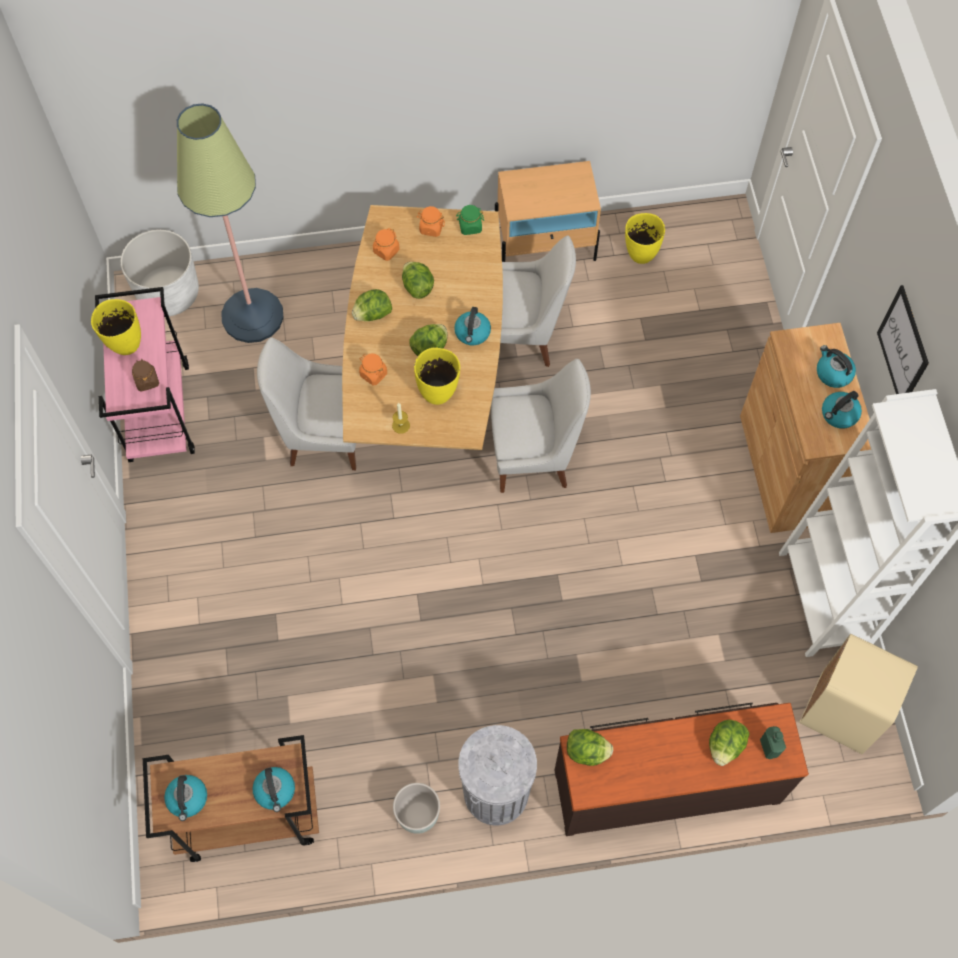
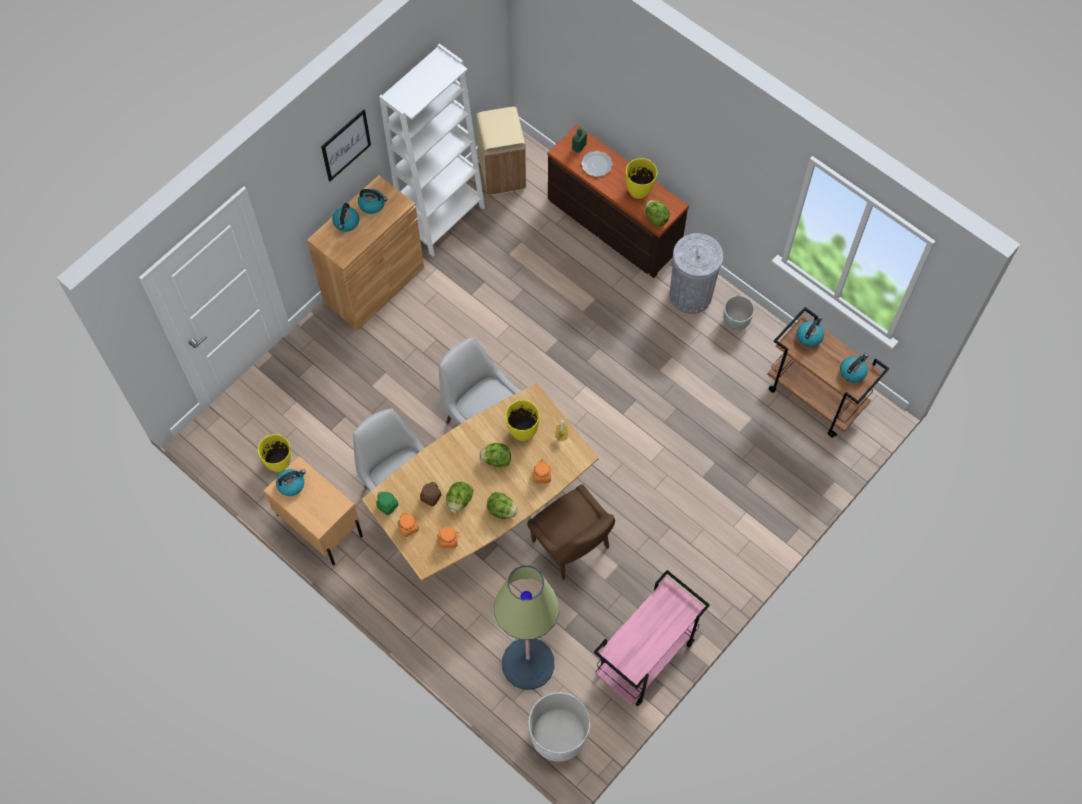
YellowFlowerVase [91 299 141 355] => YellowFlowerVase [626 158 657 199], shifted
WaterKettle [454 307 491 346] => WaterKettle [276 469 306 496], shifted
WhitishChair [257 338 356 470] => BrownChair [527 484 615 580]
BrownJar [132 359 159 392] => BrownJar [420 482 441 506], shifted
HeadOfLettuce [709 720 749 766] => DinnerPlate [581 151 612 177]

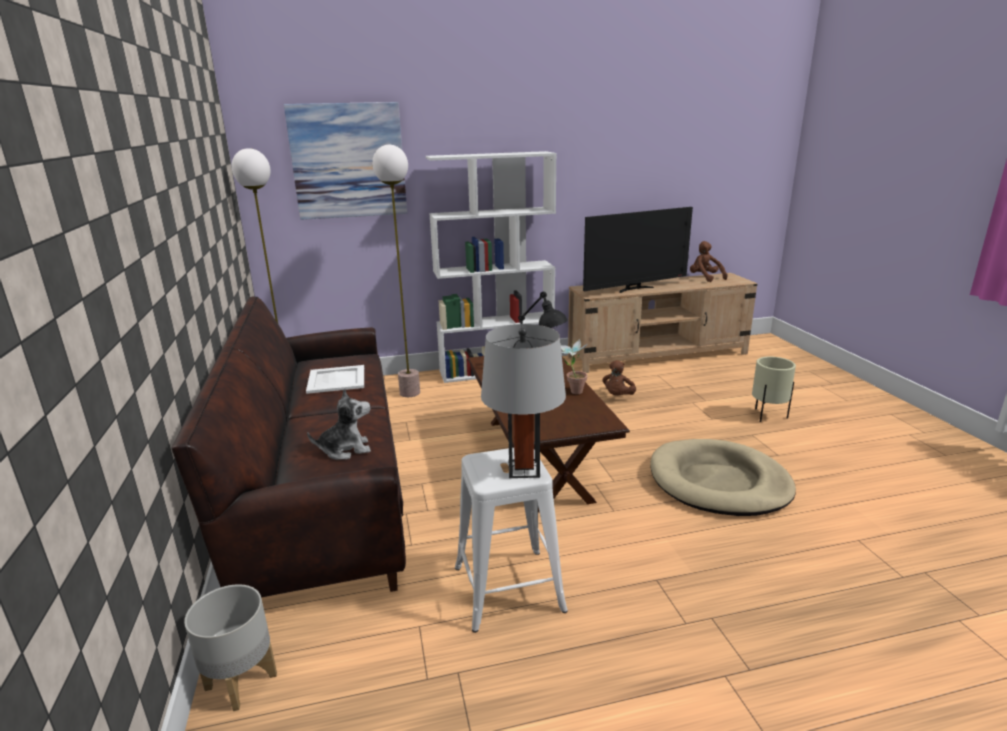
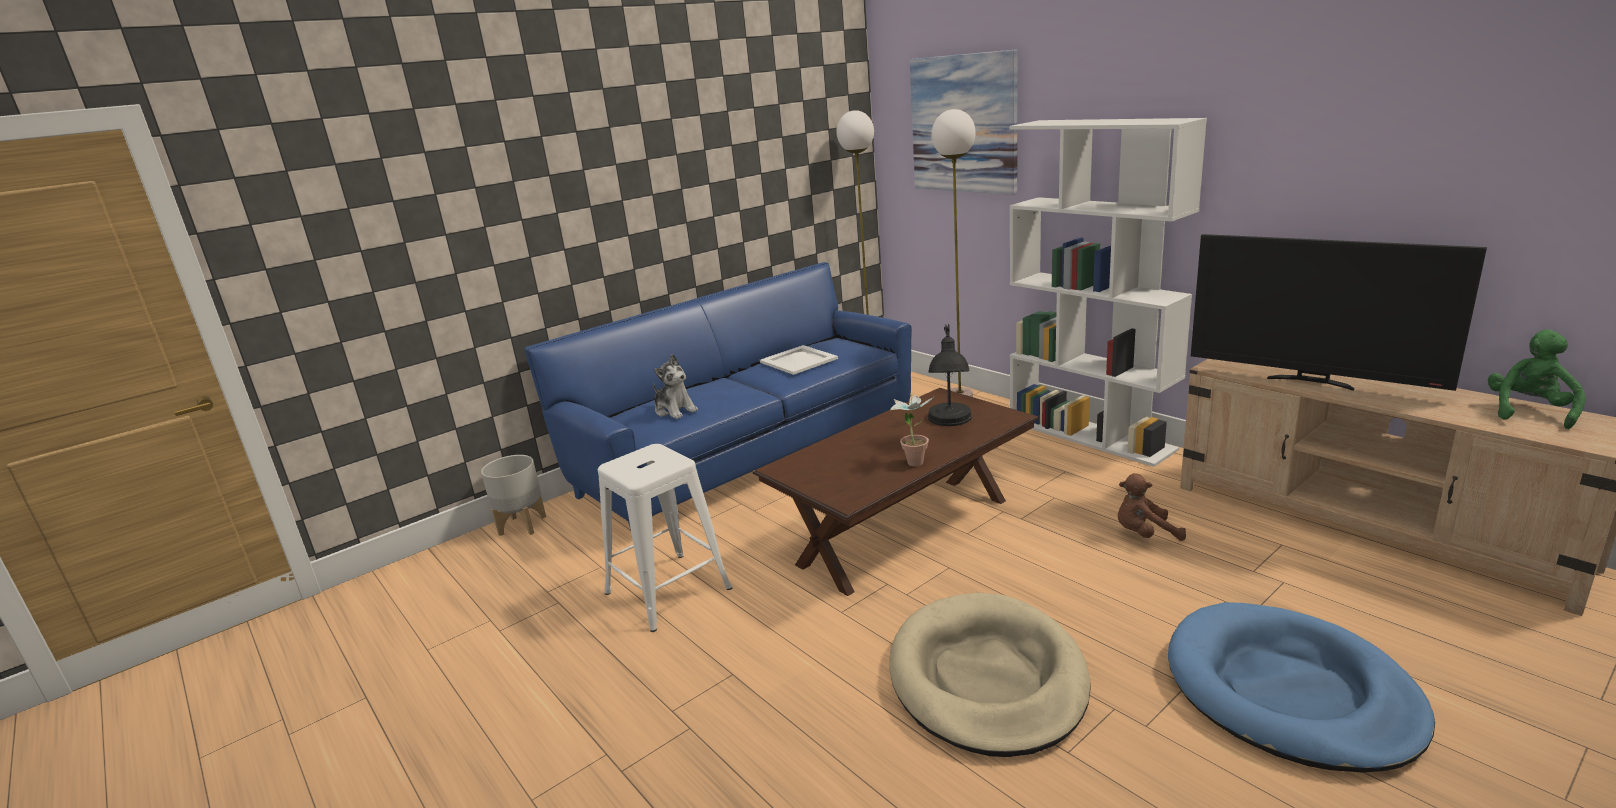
BrownPlushToy [690 241 728 282] => GreenPlushToy [1488 329 1586 429]
BrownCouch [172 296 406 598] => BlueCouch [524 262 912 530]
GreyishTableLamp [481 324 566 478] => nothing
BeigeColouredPlanter [752 356 796 422] => BluePetBed [1168 603 1435 773]

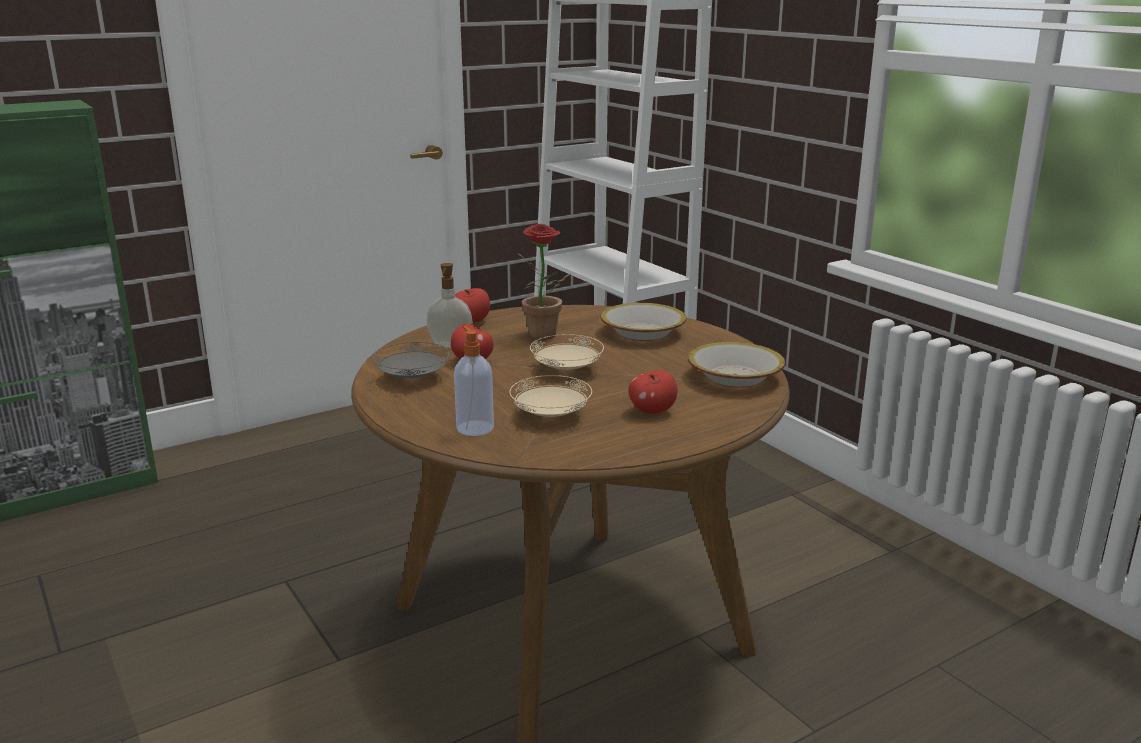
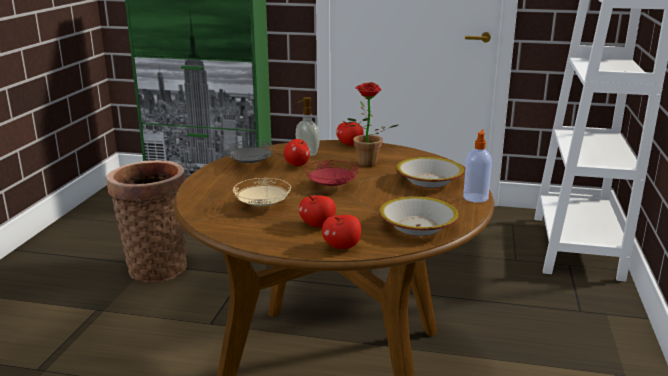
LiquidSoapBottle [454 326 494 436] => LiquidSoapBottle [463 129 492 203], shifted
BeigeColouredDinnerPlate [530 334 604 370] => ReddishDinnerPlate [305 160 359 186]
nothing => HouseholdBasket [107 160 187 283]
nothing => Apple [322 215 361 249]

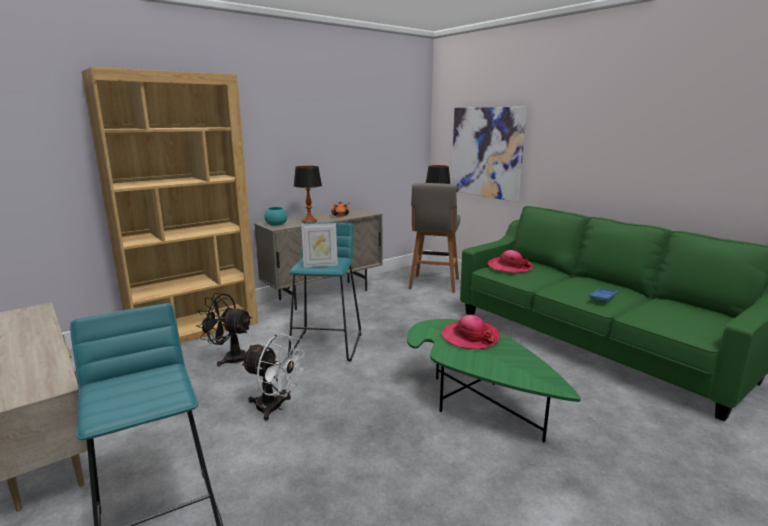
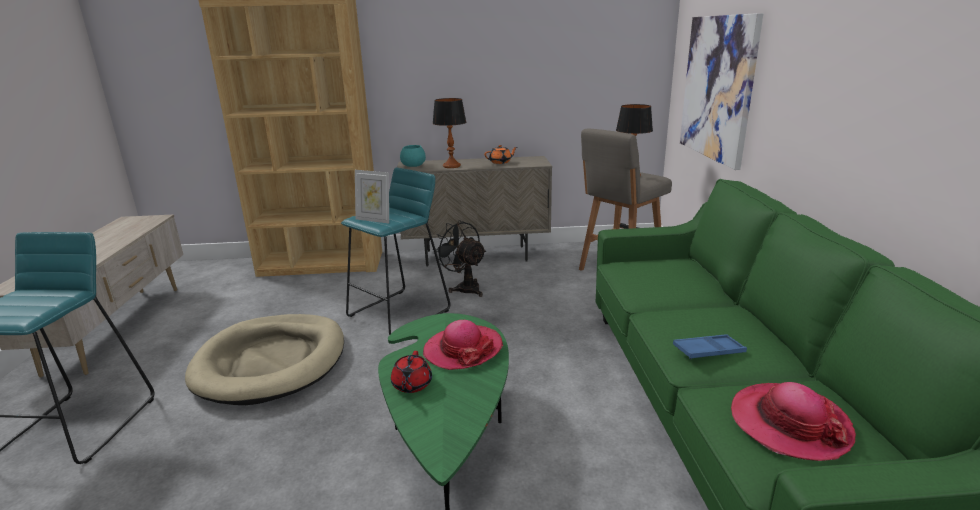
ClothingHat [488 250 533 273] => ClothingHat [731 382 856 461], shifted
BlackFan [196 293 252 366] => BlackFan [435 220 486 297], shifted
WhitishFan [241 333 305 421] => BeigeColouredPetBed [185 314 344 405]
nothing => ReddishTeaPot [391 351 432 393]

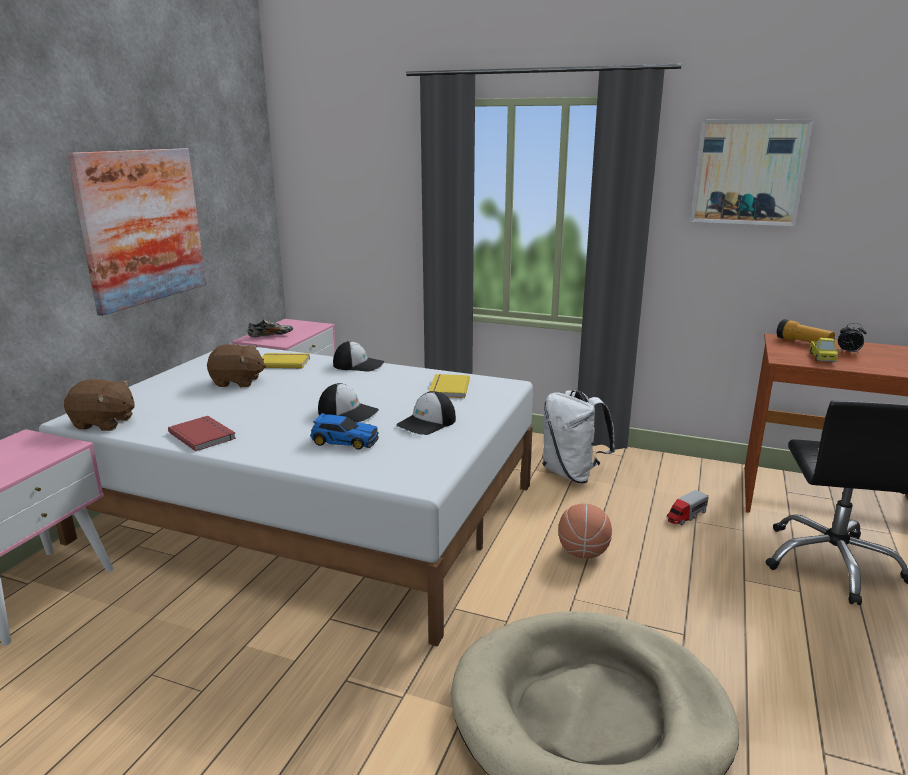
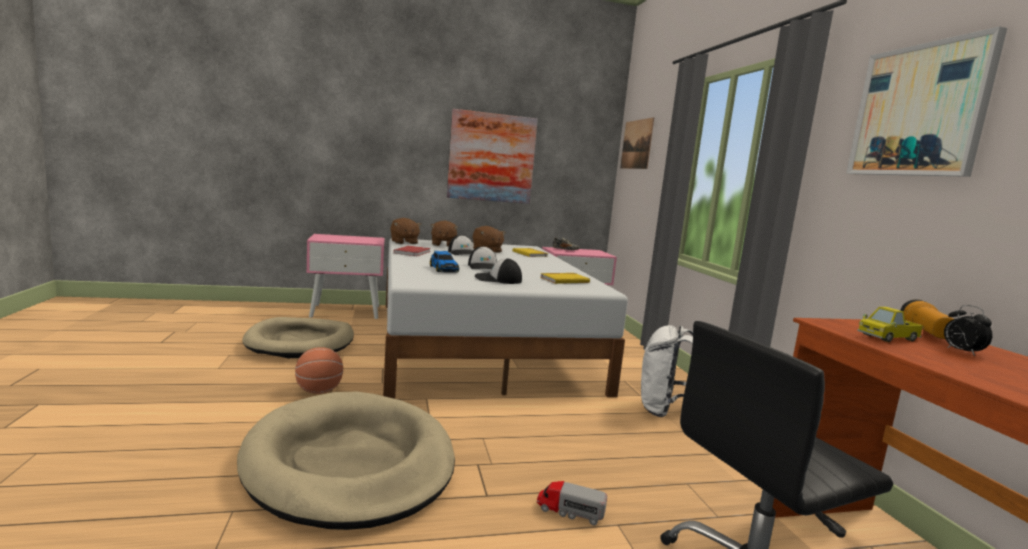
BaseballCap [333 341 384 371] => BaseballCap [448 235 473 255], shifted
ModelTruck [667 490 708 526] => ModelTruck [537 481 607 526], shifted
BasketballBall [558 504 612 559] => BasketballBall [295 347 343 394], shifted
nothing => WallArt [620 117 654 169]
nothing => BrownPlushToy [430 221 459 247]
nothing => BeigeColouredPetBed [243 317 354 358]

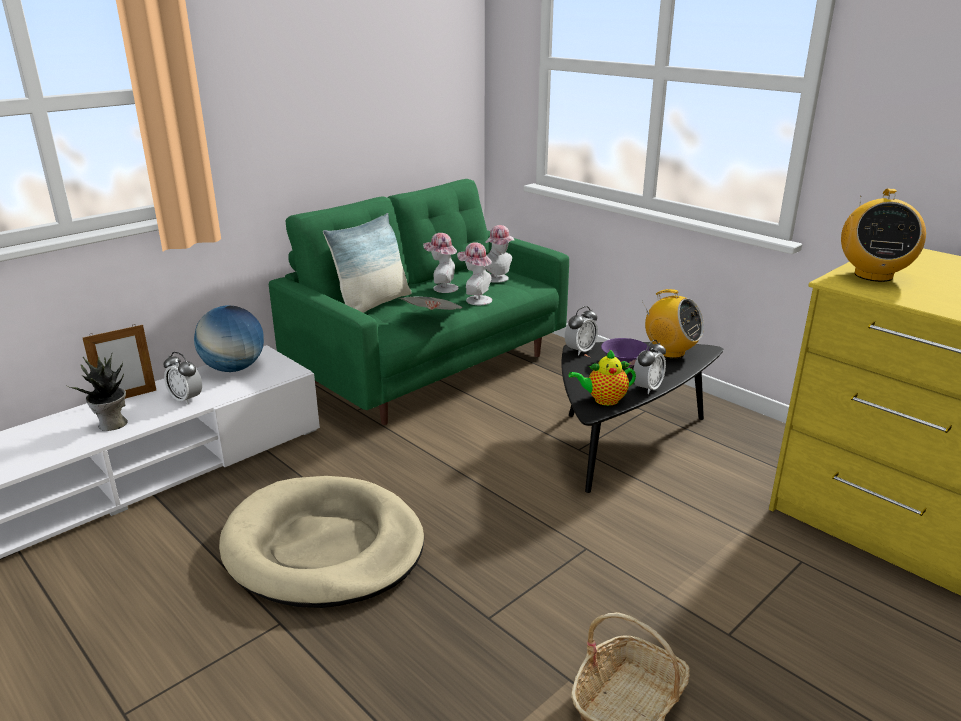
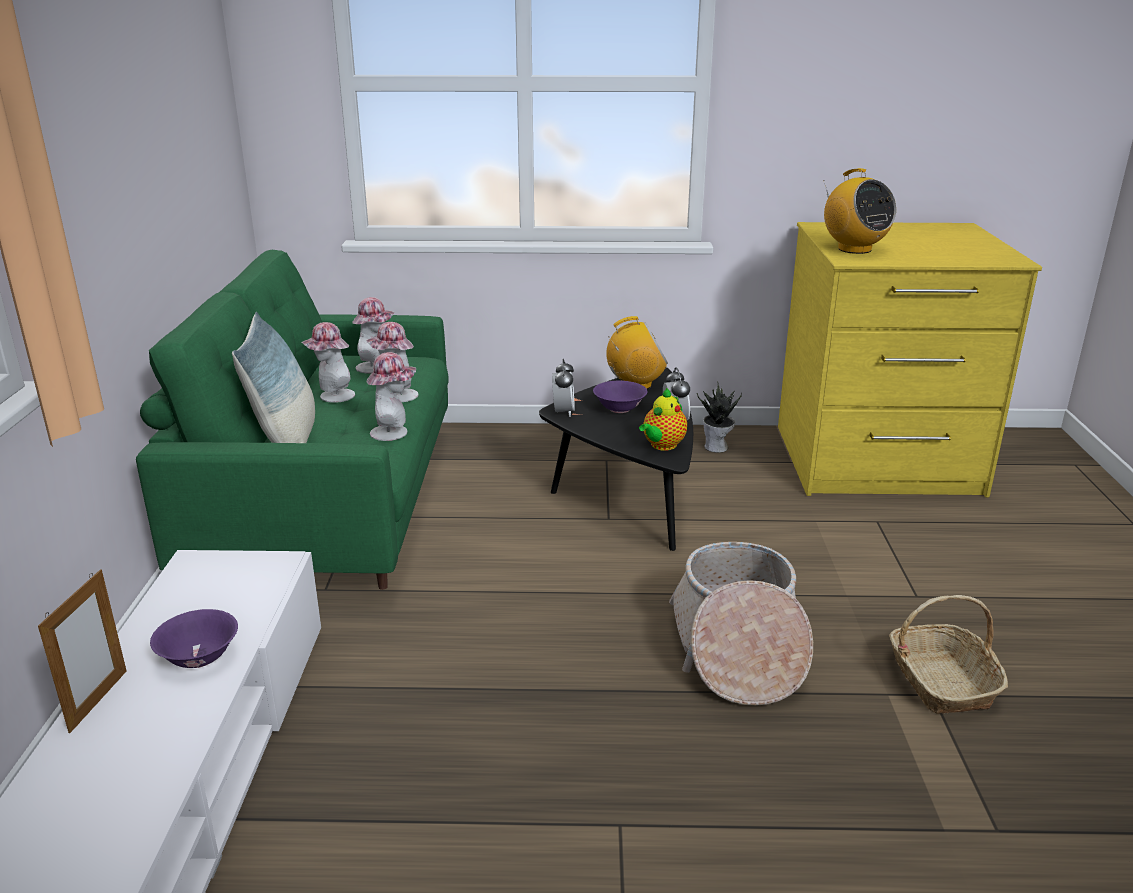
DailyPaper [399 296 463 310] => ClothingHat [367 352 416 441]
Globe [194 306 264 372] => nothing
BedsideClock [163 352 202 405] => PurplishBowl [150 609 238 668]
PottedPlant [67 354 128 431] => PottedPlant [697 381 742 453], shifted
BeigeColouredPetBed [219 476 424 608] => nothing
nothing => HouseholdBasket [669 542 813 706]

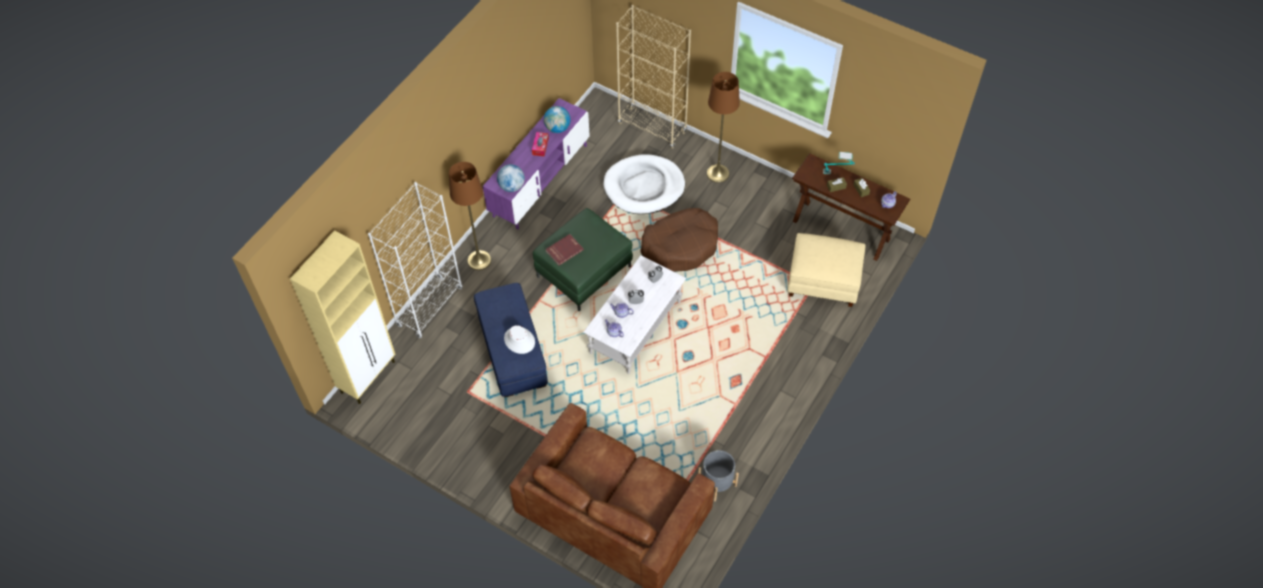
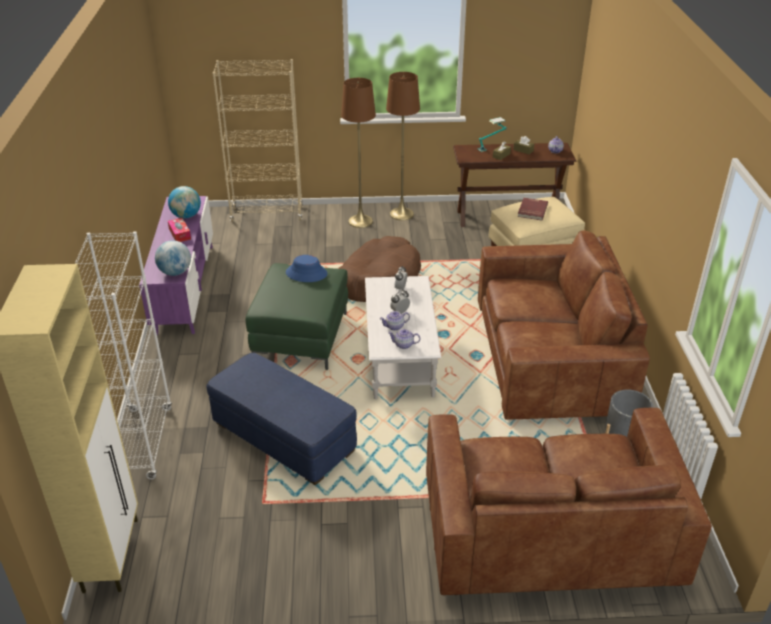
WhitishPetBed [603 155 685 214] => nothing
BrownStandingLamp [449 162 491 270] => BrownStandingLamp [386 72 420 221], shifted
ReddishVolume [545 234 584 266] => ReddishVolume [517 198 548 220], shifted
WhitishClothingHat [504 325 535 354] => nothing
nothing => BrownCouch [478 231 650 420]
nothing => BlueClothingHat [286 255 327 282]

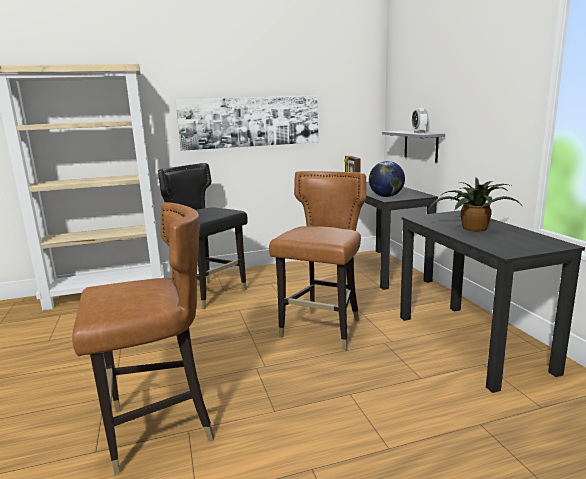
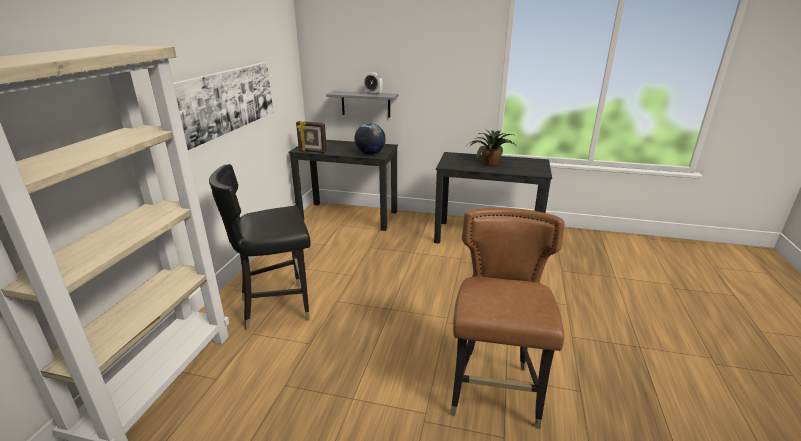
BrownChair [269 171 366 350] => nothing

